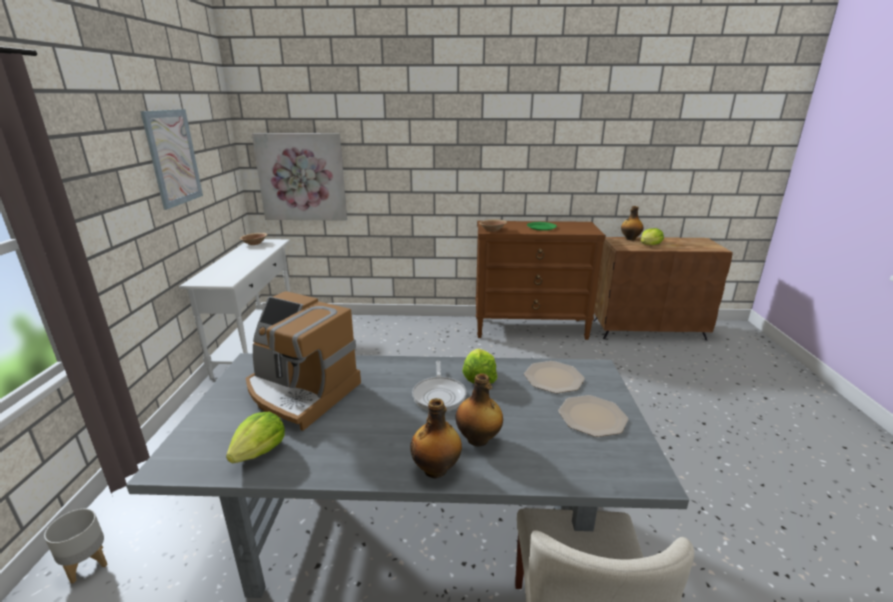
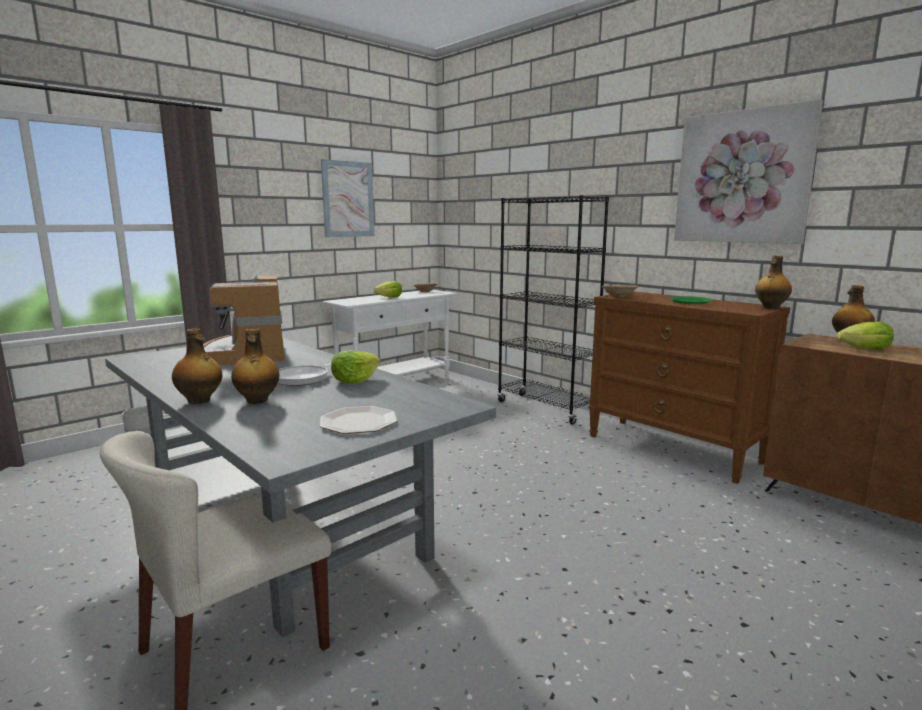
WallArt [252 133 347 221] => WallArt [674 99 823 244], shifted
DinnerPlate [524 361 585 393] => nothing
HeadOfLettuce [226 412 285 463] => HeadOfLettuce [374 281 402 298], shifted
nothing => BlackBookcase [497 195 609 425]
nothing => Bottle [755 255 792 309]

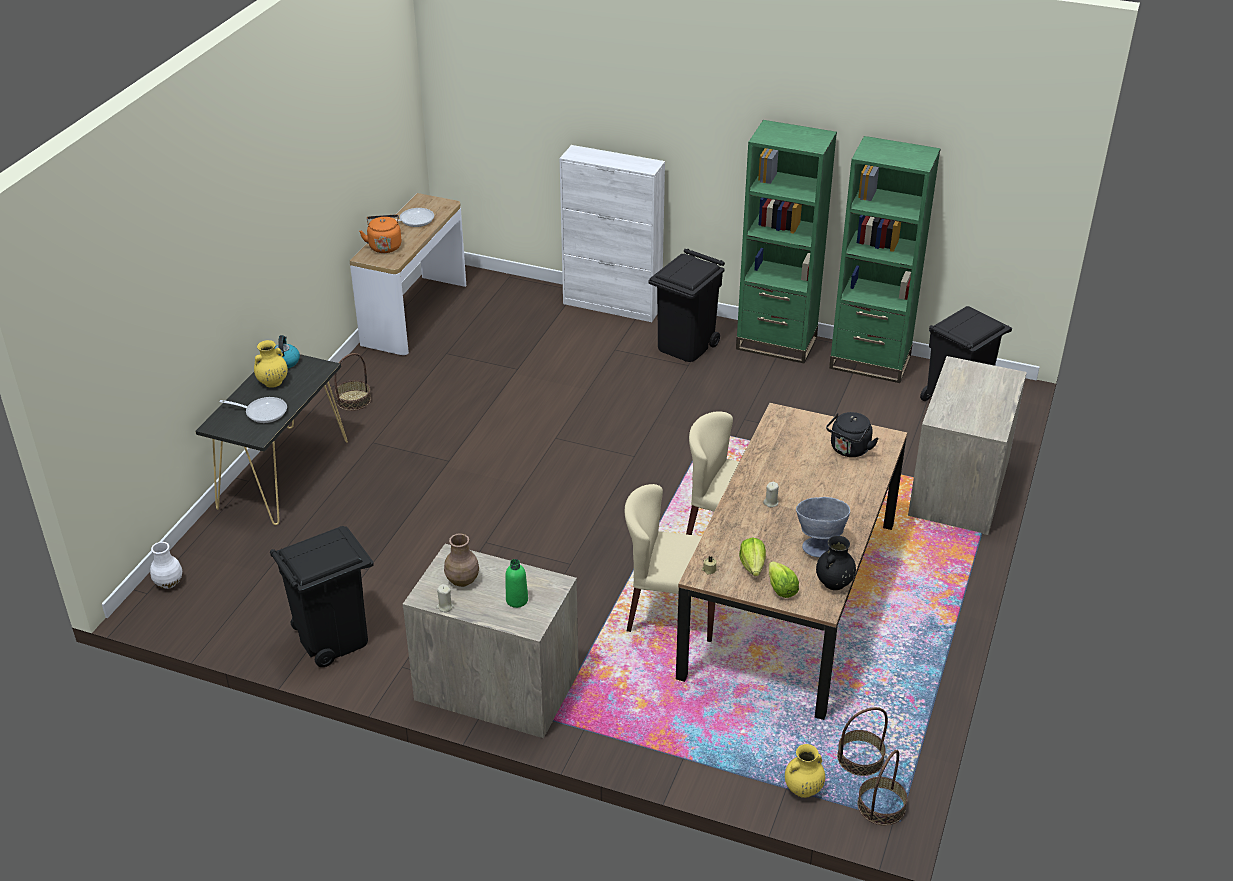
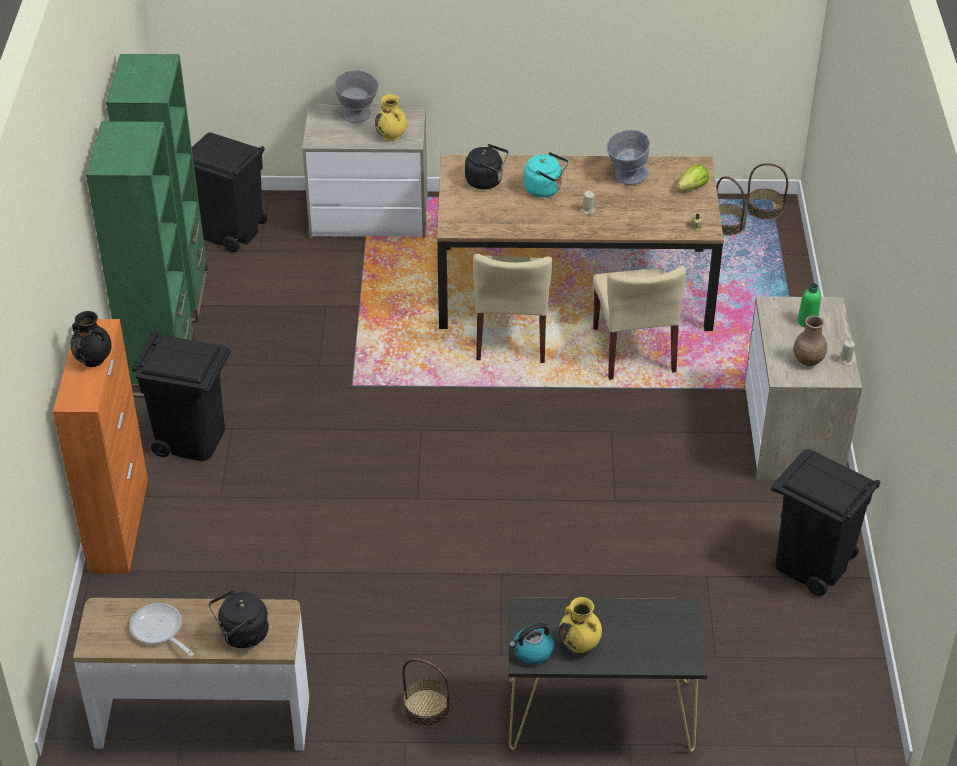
WhitishCupboard [559 145 665 322] => OrangeyCupboard [53 319 148 574]
OrangeyWaterKettle [359 215 402 253] => BlackWaterKettle [209 590 269 648]
FryingPan [219 397 287 423] => nothing
BlackFlowerVase [816 536 856 590] => BlackFlowerVase [70 311 112 367], shifted
HeadOfLettuce [739 537 766 576] => nothing
WhitishFlowerVase [150 542 182 589] => nothing
YellowFlowerVase [785 744 825 798] => YellowFlowerVase [375 94 407 141], shifted
nothing => GreyishBowl [334 70 379 123]
nothing => BlueGreenWaterKettle [524 152 569 197]

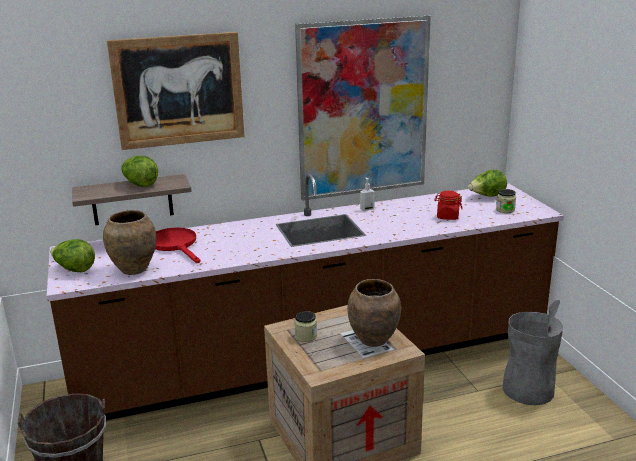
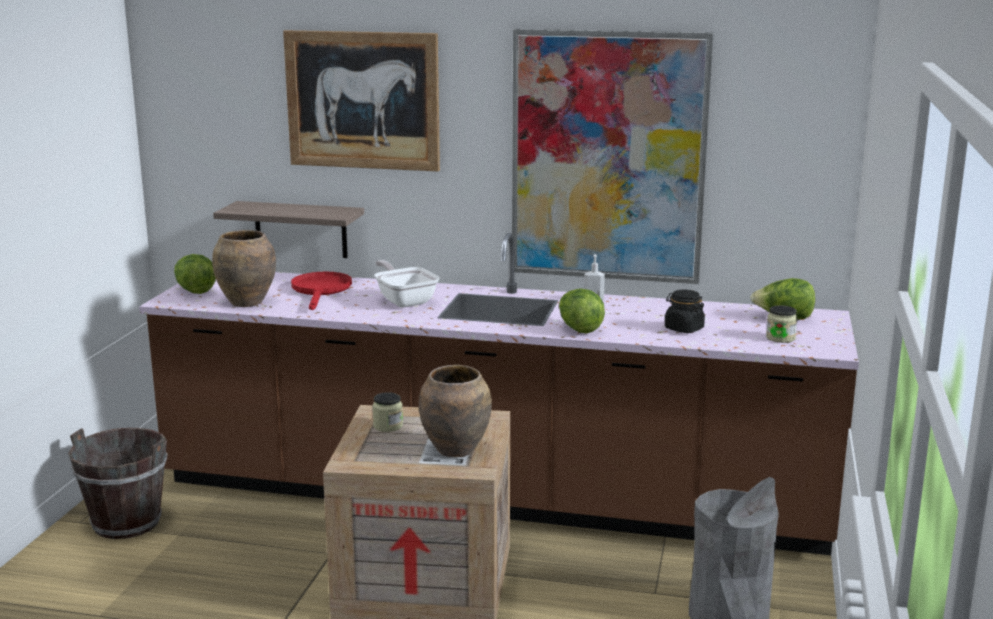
HeadOfLettuce [121 156 158 187] => HeadOfLettuce [559 289 605 333], shifted
ReddishJar [434 191 463 220] => BlackJar [665 290 705 333]
nothing => FryingPan [374 260 440 307]

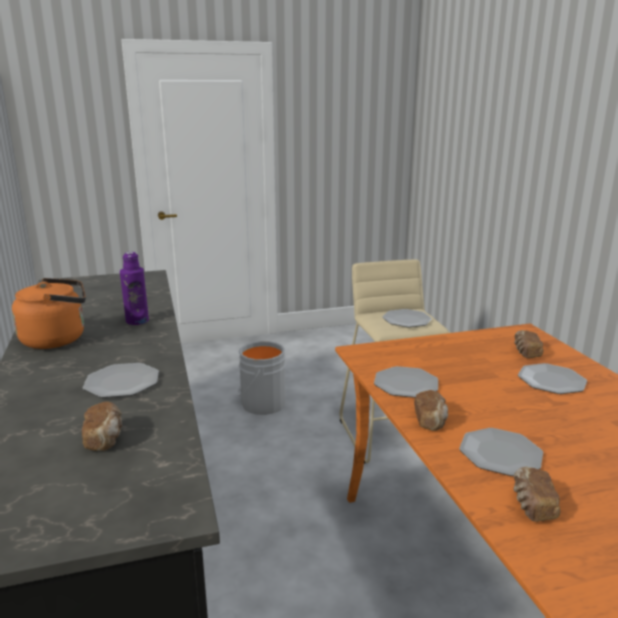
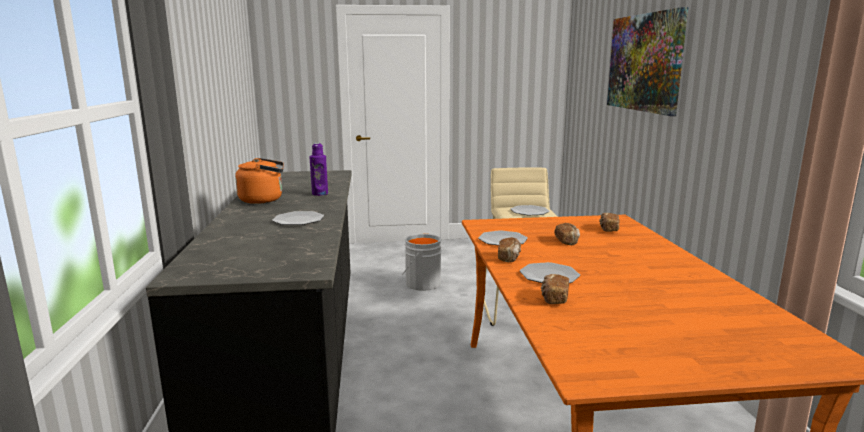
DinnerPlate [518 363 587 394] => nothing
BakedBread [82 402 122 451] => BakedBread [554 223 580 245], shifted
nothing => WallArt [607 7 688 116]

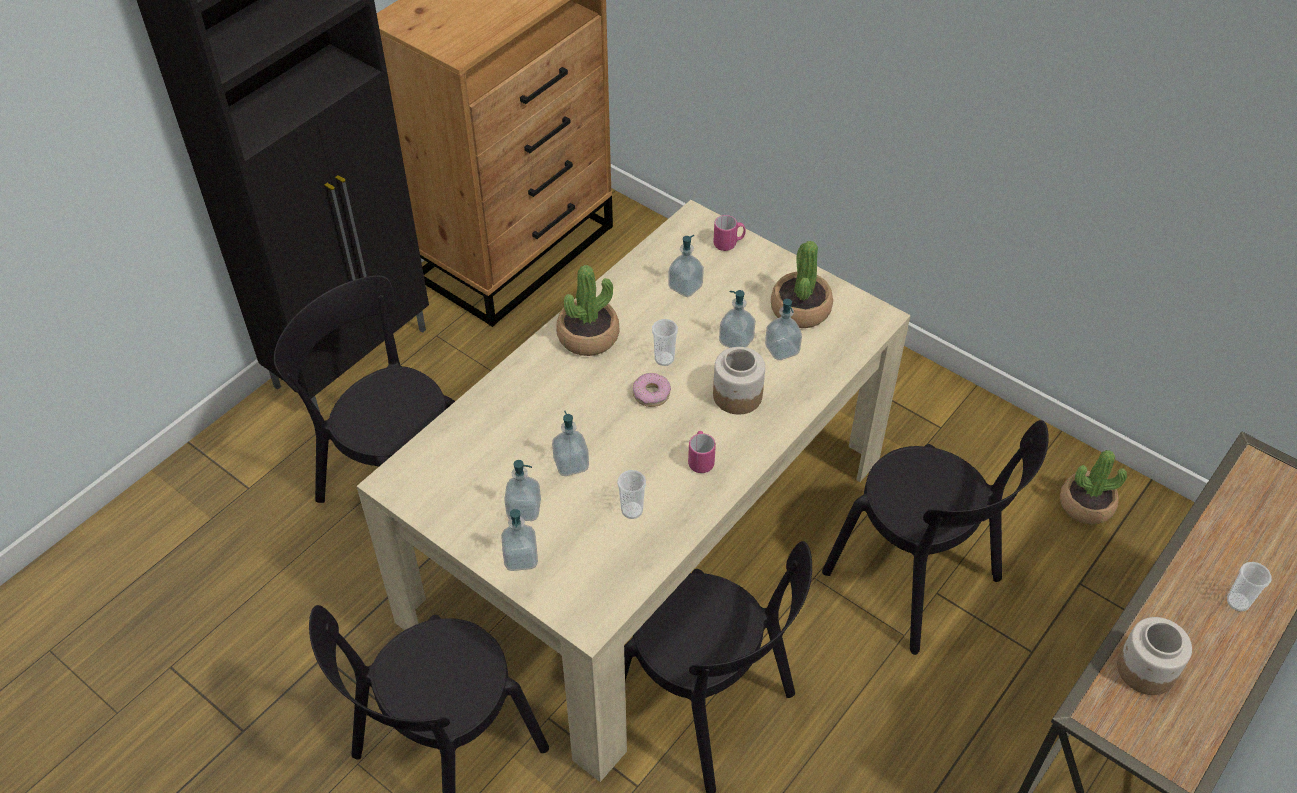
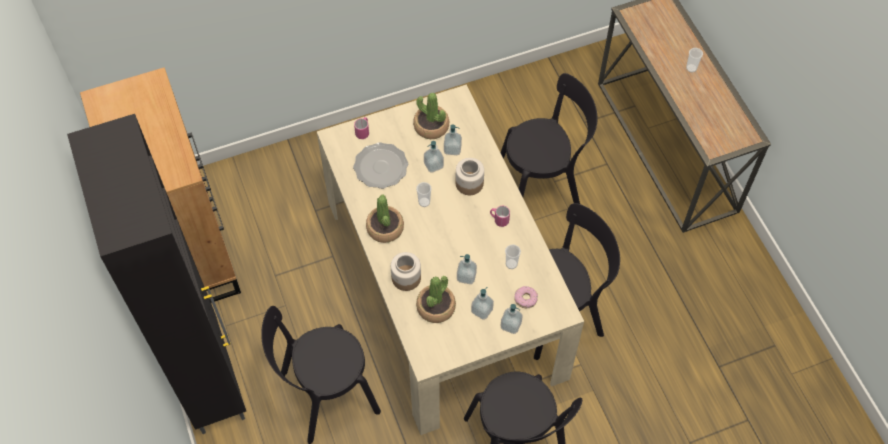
LiquidSoapBottle [668 235 704 297] => DinnerPlate [353 142 408 189]
Donut [633 373 671 407] => Donut [514 286 538 308], shifted
PottedPlant [1060 450 1127 525] => PottedPlant [416 276 456 323], shifted
Jar [1117 617 1192 695] => Jar [391 252 421 291], shifted

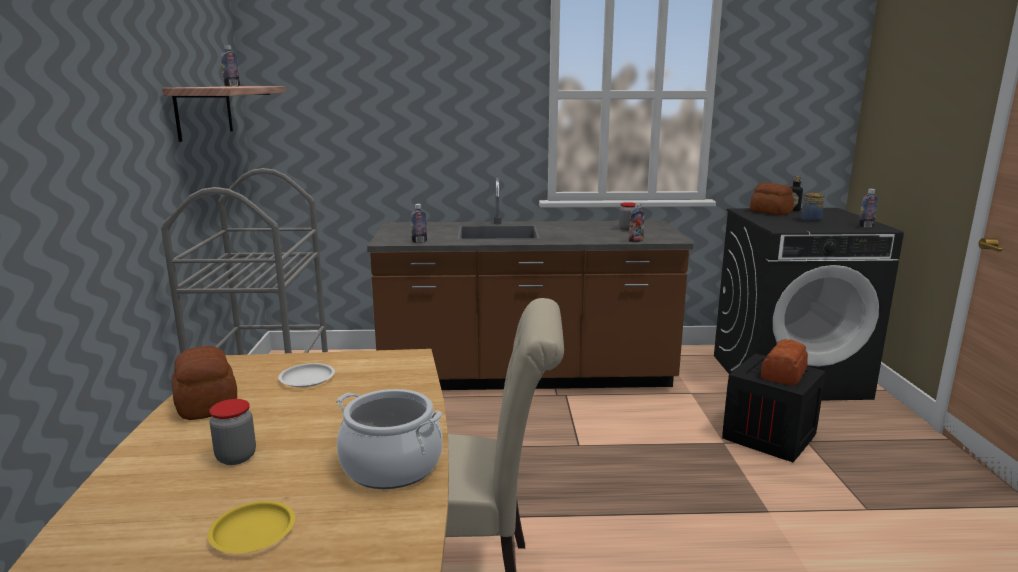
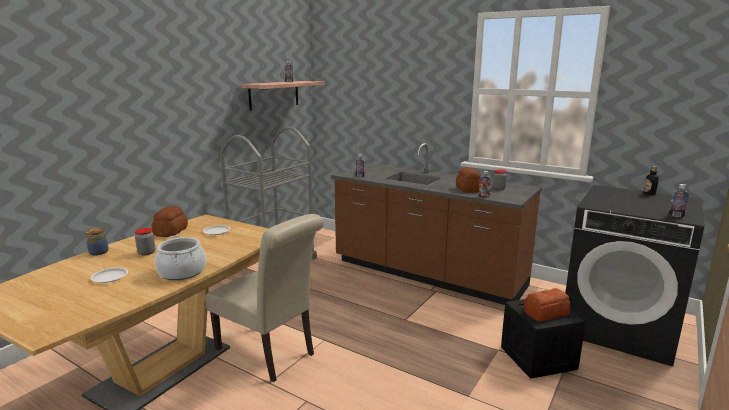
BakedBread [750 183 794 215] => BakedBread [456 168 481 193], shifted
Jar [801 193 825 222] => Jar [86 228 109 255], shifted
YellowDinnerPlate [207 501 295 553] => WhitishDinnerPlate [90 268 128 283]

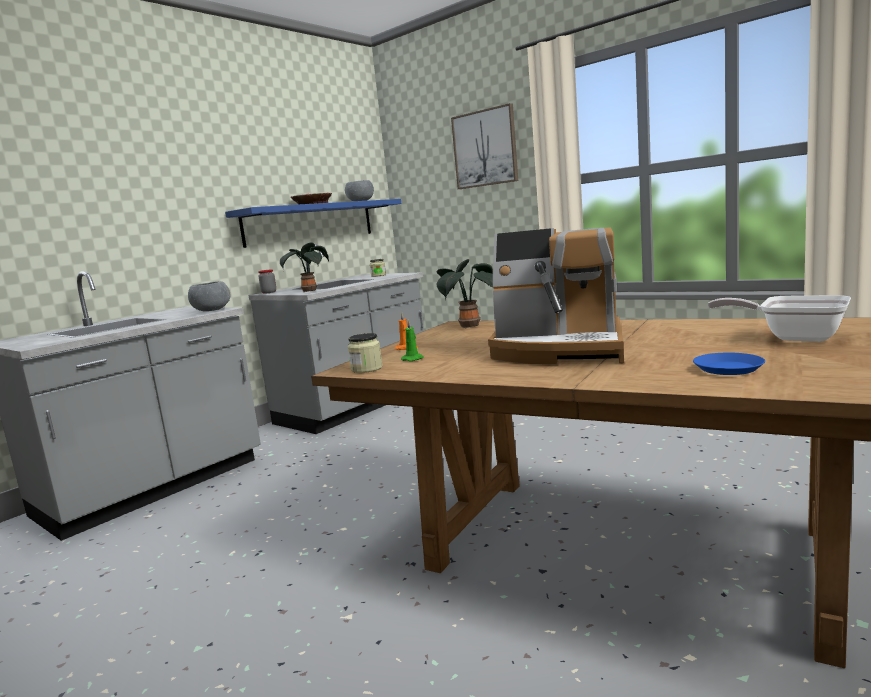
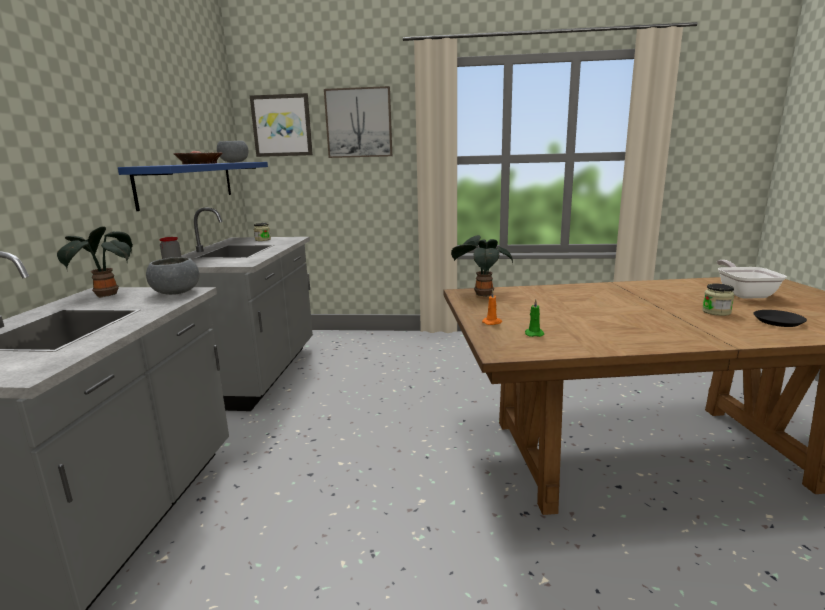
CoffeeBrewer [488 227 624 364] => nothing
PottedPlant [280 242 329 292] => PottedPlant [57 226 133 298], shifted
FryingPan [708 295 851 342] => FryingPan [717 260 787 298], 90 degrees clockwise
Jar [348 333 383 373] => Jar [702 284 735 316], shifted
BlueDinnerPlate [693 353 765 375] => BlackDinnerPlate [753 310 807 327]
nothing => WallArt [250 93 313 157]

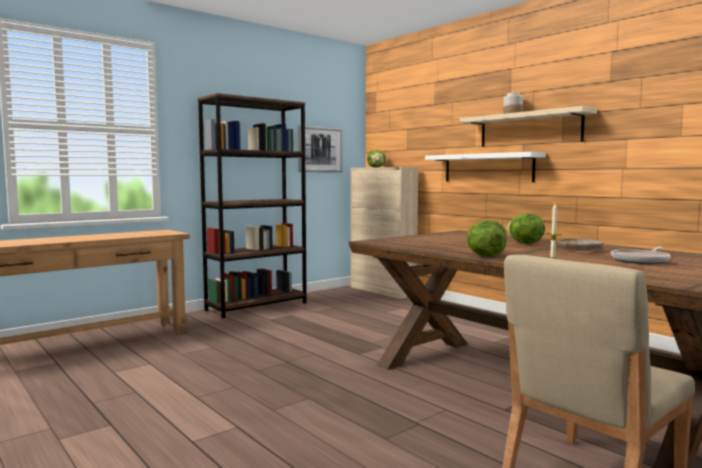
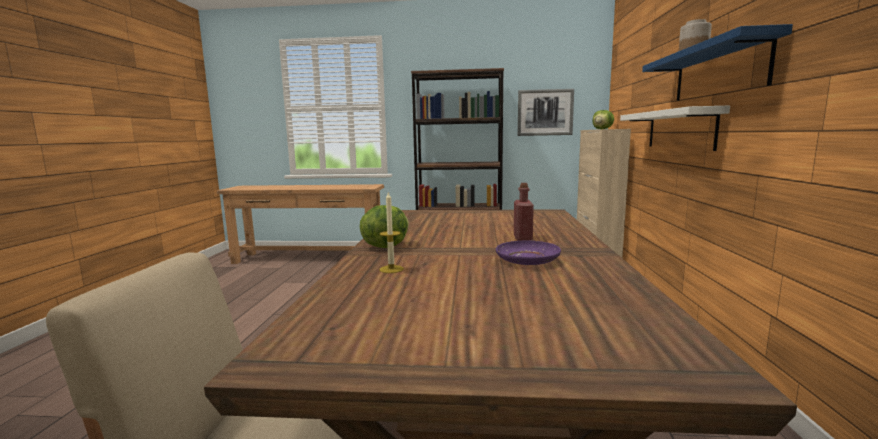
BeigeColouredWallShelf [460 106 597 147] => BlueWallShelf [642 24 793 101]
HeadOfLettuce [507 213 545 244] => ReddishBottle [514 183 534 241]
BeigeColouredDinnerPlate [558 238 604 251] => PurplishDinnerPlate [496 241 561 265]
FryingPan [611 247 671 264] => nothing

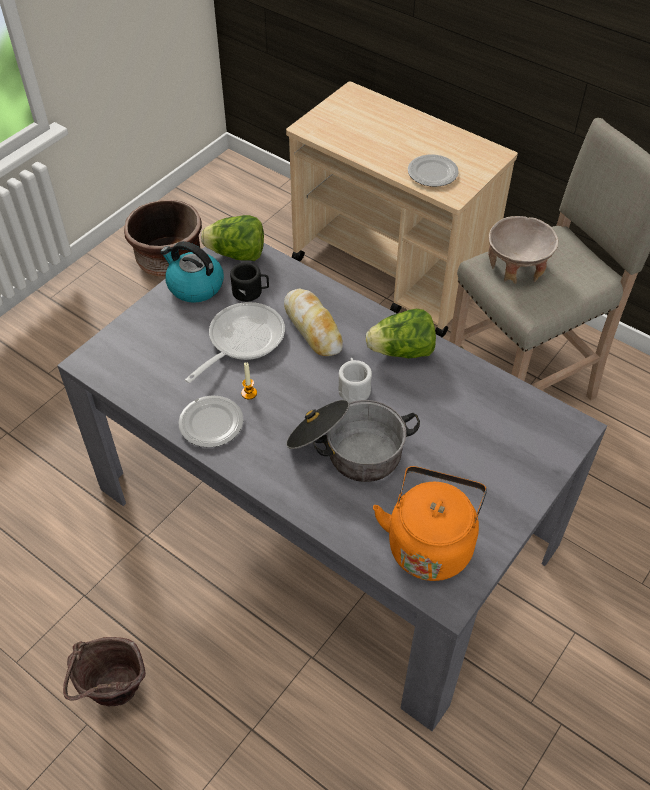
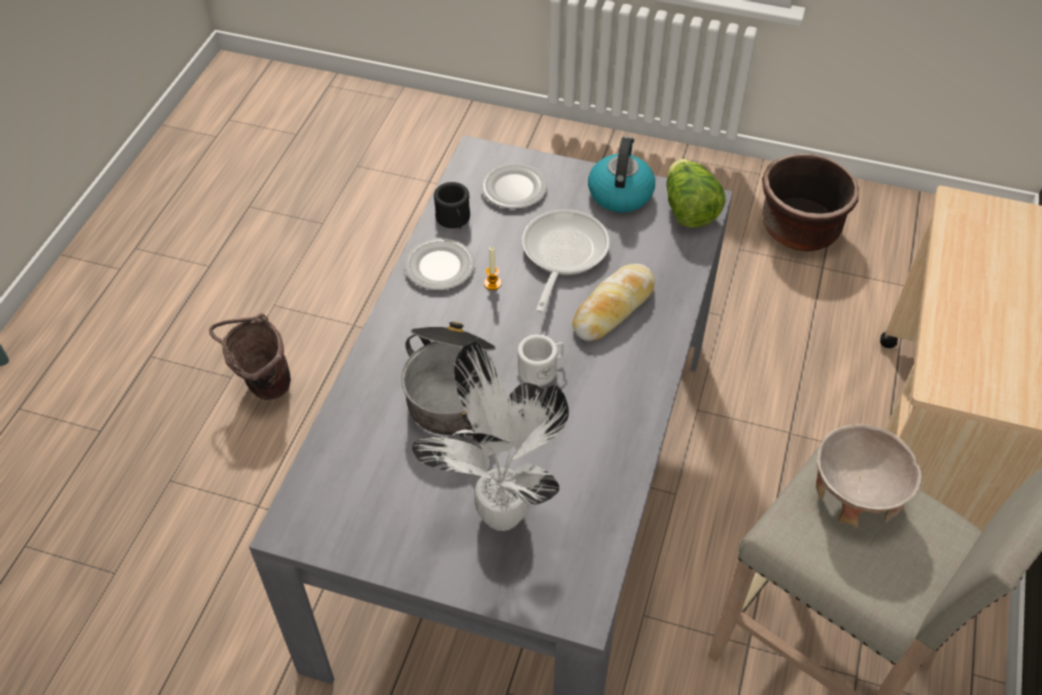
DinnerPlate [408 155 459 187] => DinnerPlate [481 163 547 209], shifted
BlackTeaMug [230 262 269 302] => BlackTeaMug [434 182 470 229], shifted
FryingPan [185 302 285 383] => FryingPan [522 209 610 313], 90 degrees counterclockwise
HeadOfLettuce [366 309 436 358] => nothing
OrangeyWaterKettle [373 466 487 581] => nothing
nothing => PottedPlant [412 342 569 531]

